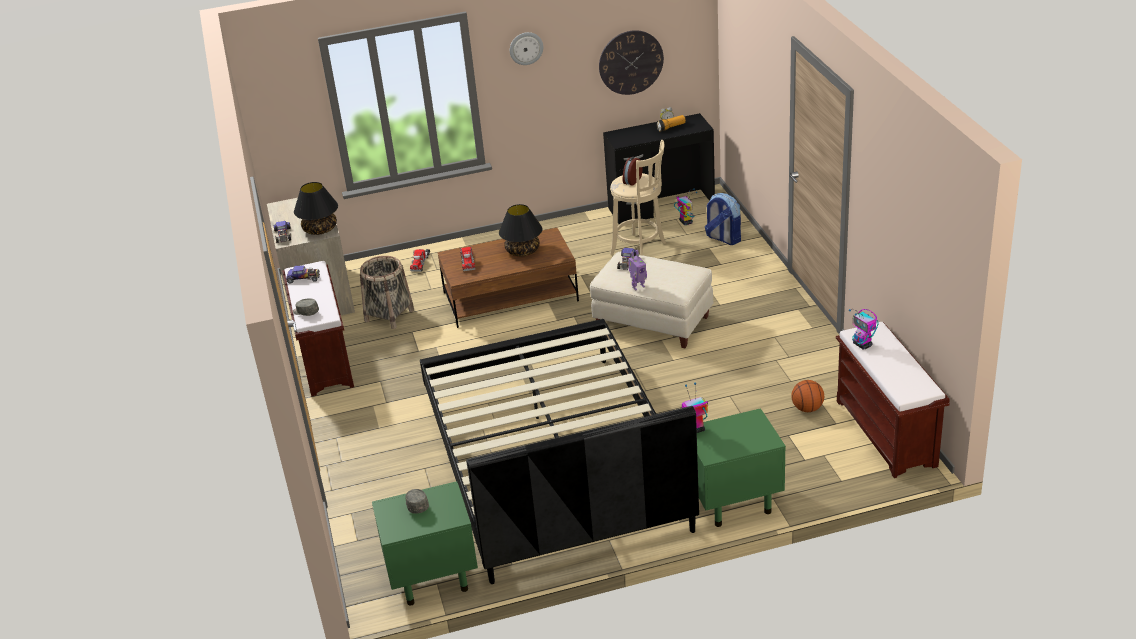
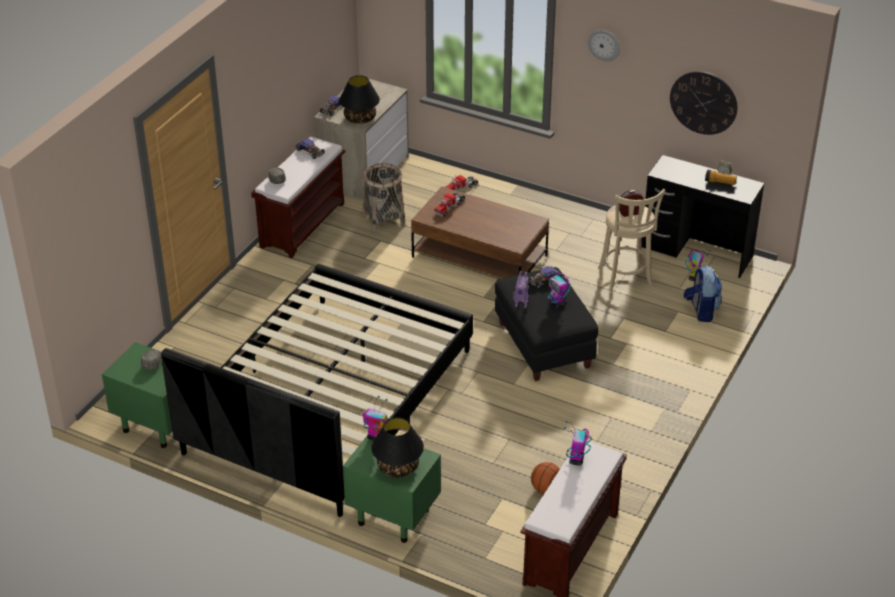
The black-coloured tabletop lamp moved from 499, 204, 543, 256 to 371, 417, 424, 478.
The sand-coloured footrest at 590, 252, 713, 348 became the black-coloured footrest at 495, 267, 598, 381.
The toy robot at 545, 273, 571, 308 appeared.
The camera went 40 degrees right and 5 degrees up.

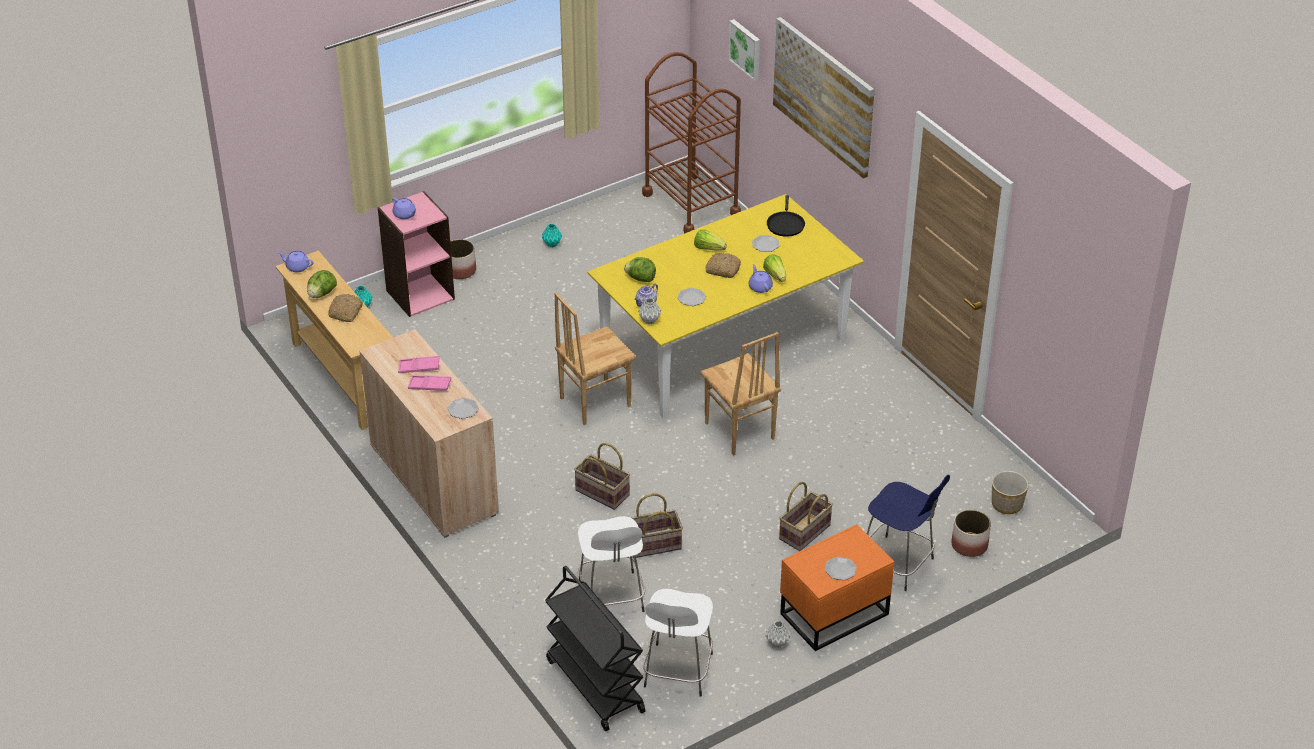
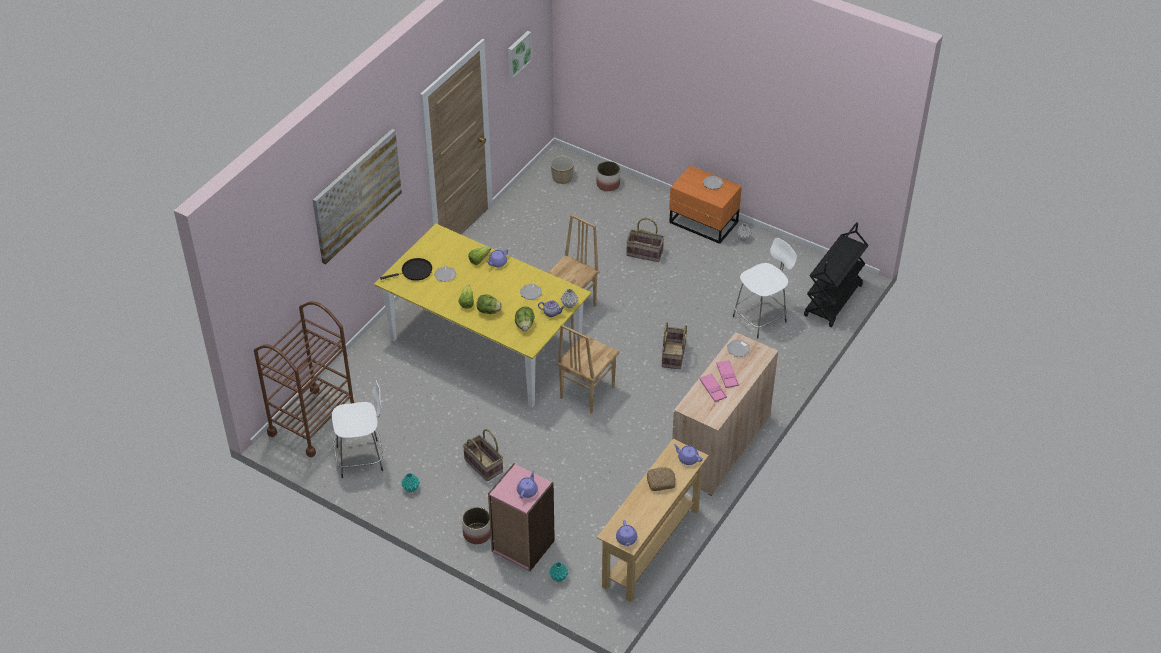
The picture moved from 728, 19, 760, 80 to 508, 31, 532, 78.
The baked bread at 705, 253, 741, 278 disappeared.
The lettuce head moved from 307, 270, 337, 298 to 477, 295, 502, 314.
The brown-coloured chair at 554, 293, 636, 425 turned 90 degrees clockwise.
The bluish sitting stool at 867, 475, 950, 591 disappeared.
The storage basket moved from 630, 493, 683, 558 to 463, 429, 503, 481.
The white sitting stool moved from 643, 589, 713, 697 to 332, 380, 383, 478.
The purple tea pot at 673, 444, 703, 465 appeared.
The camera went 115 degrees left and 5 degrees up.

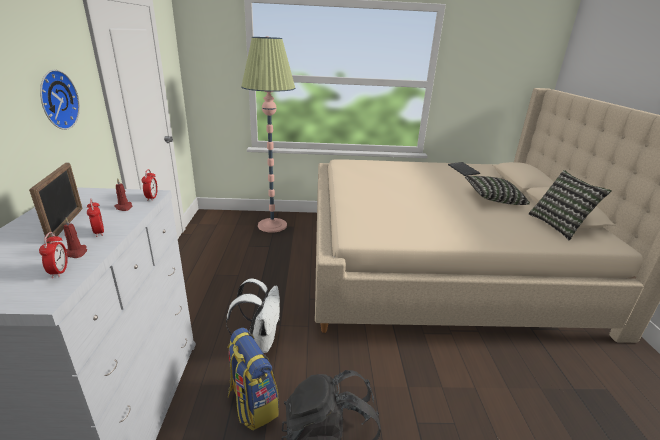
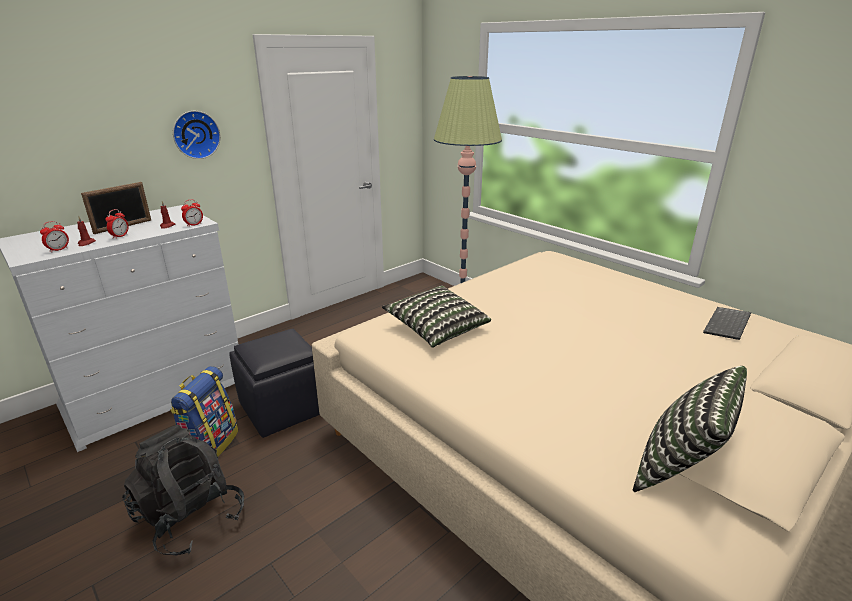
The throw pillow moved from 465, 176, 530, 205 to 382, 285, 491, 348.
The white knapsack at 226, 279, 280, 353 was replaced by the black-coloured footrest at 229, 329, 320, 438.
The camera went 50 degrees right and 0 degrees up.

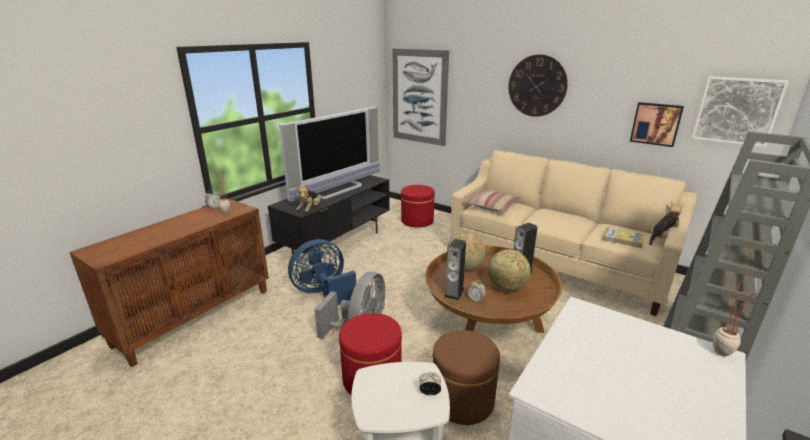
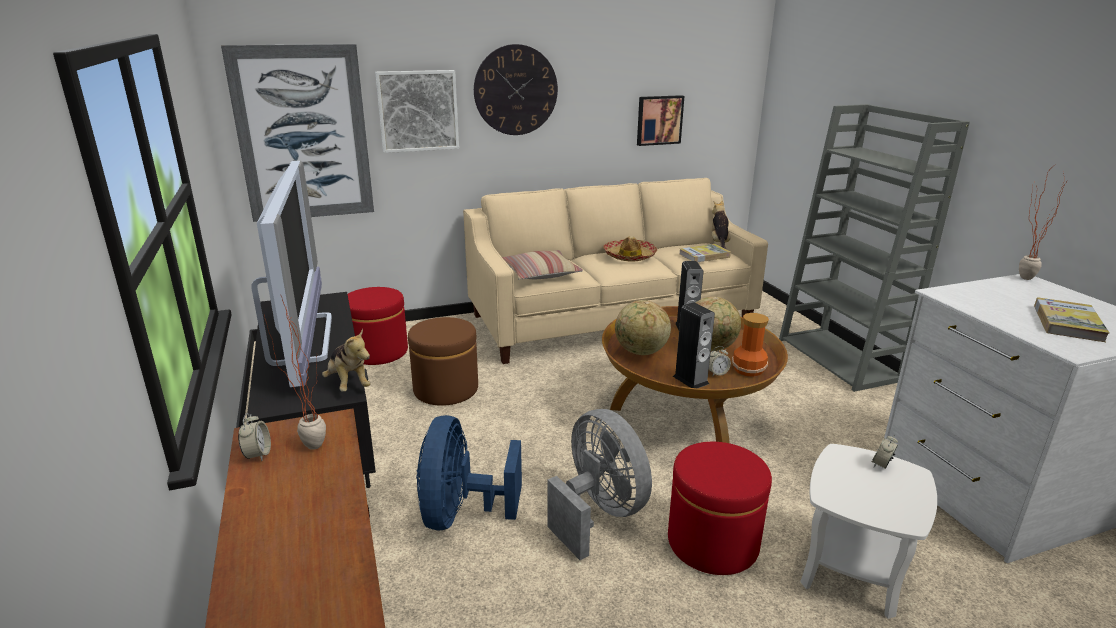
The picture moved from 692, 76, 789, 148 to 375, 70, 459, 153.
The brown-coloured footrest moved from 433, 330, 500, 425 to 408, 317, 478, 406.
The wearable hat at 603, 236, 657, 262 appeared.
The bound book at 1034, 297, 1109, 342 appeared.
The vase at 732, 313, 769, 377 appeared.
The camera went 55 degrees left and 0 degrees up.

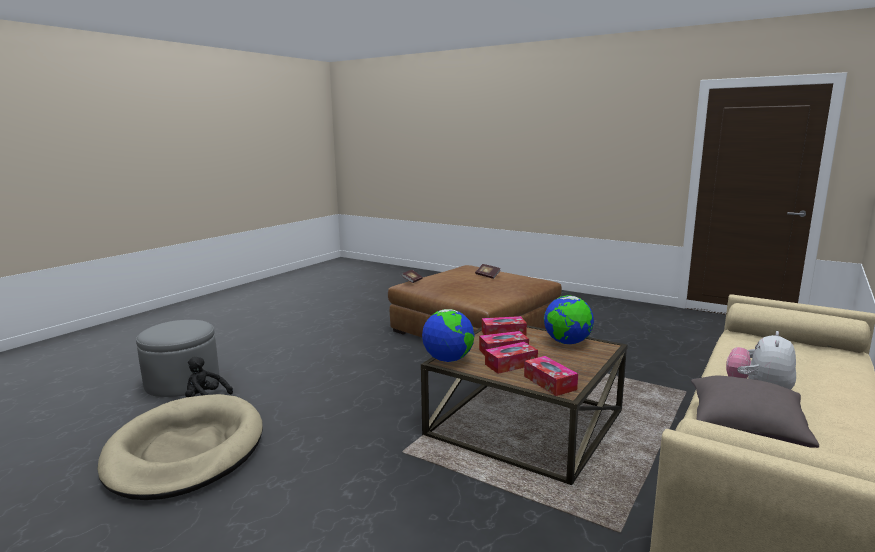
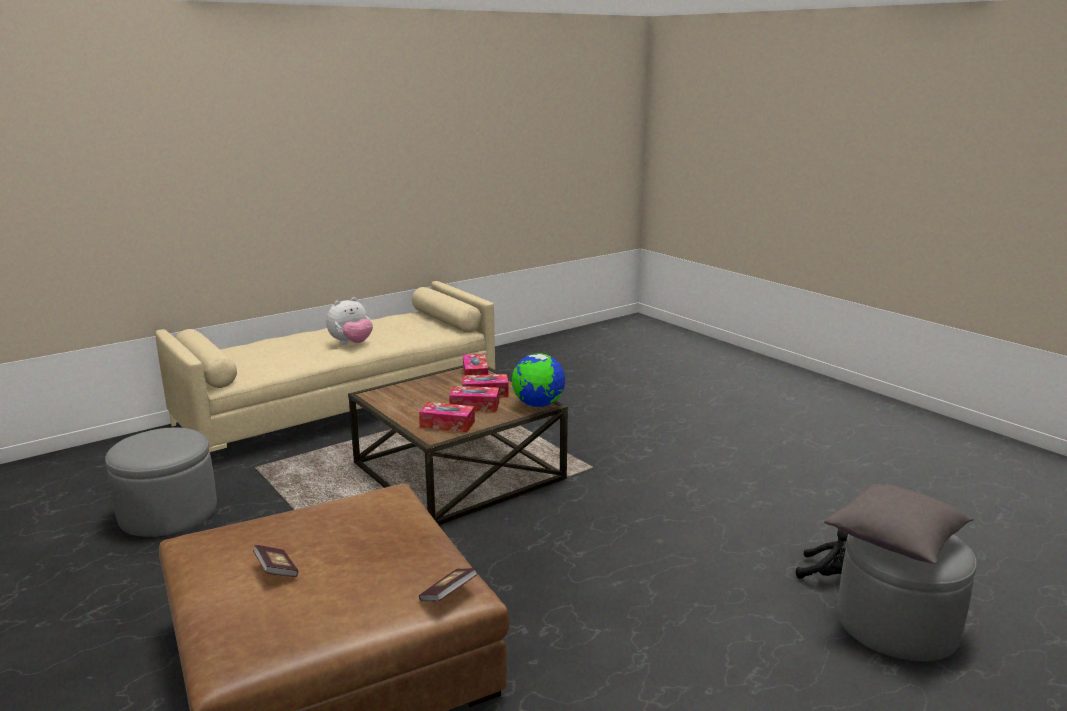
The globe at 544, 295, 594, 344 disappeared.
The gray throw pillow moved from 691, 375, 819, 448 to 824, 484, 974, 564.
The sand-coloured pet bed at 97, 394, 263, 500 disappeared.
The gray footrest at 105, 428, 217, 537 appeared.
The camera went 160 degrees left and 5 degrees up.

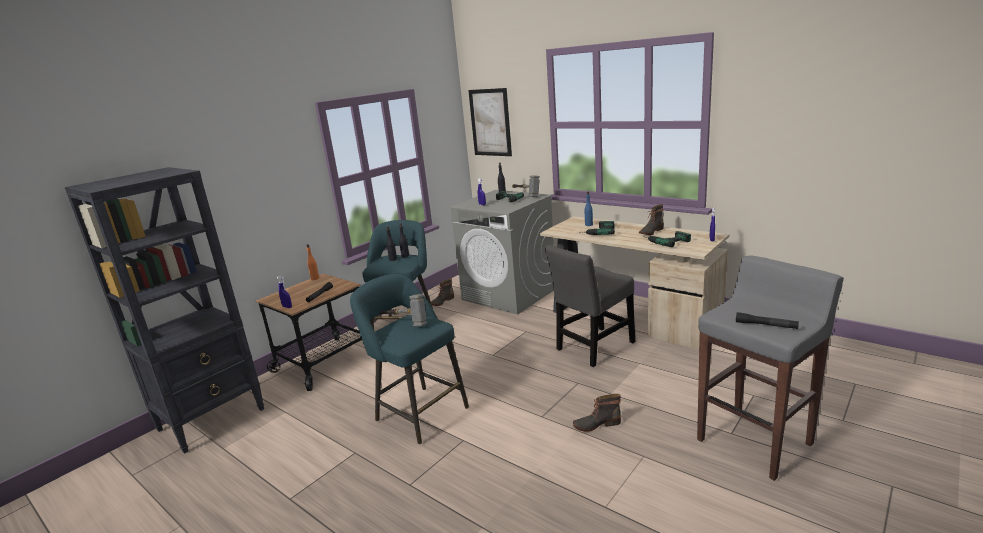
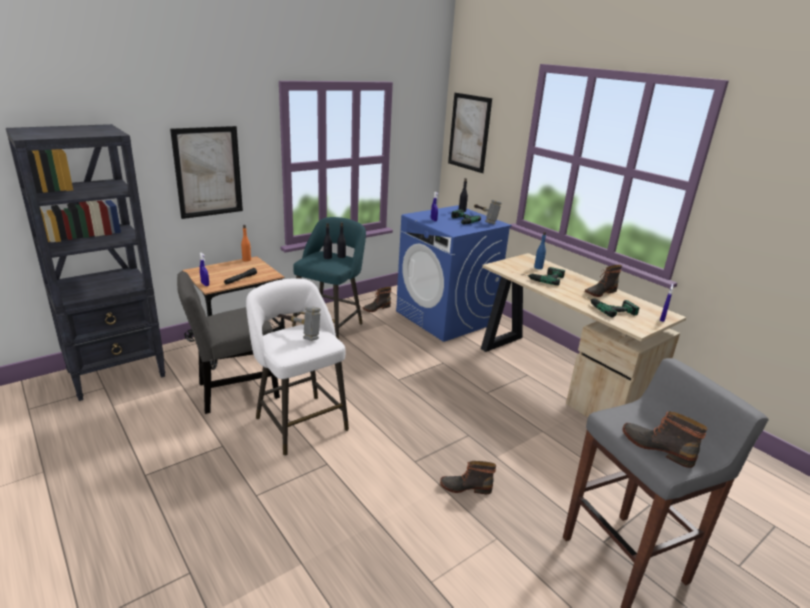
The gray washing machine at 450, 190, 554, 314 became the bluish washing machine at 396, 205, 512, 342.
The gray chair moved from 545, 245, 635, 367 to 177, 271, 280, 414.
The turquoise sitting stool at 350, 274, 469, 444 became the white sitting stool at 246, 278, 349, 456.
The black-coloured flashlight at 736, 312, 799, 329 was replaced by the boot at 622, 411, 708, 468.
The picture at 170, 126, 243, 219 appeared.
The camera went 10 degrees right and 5 degrees up.

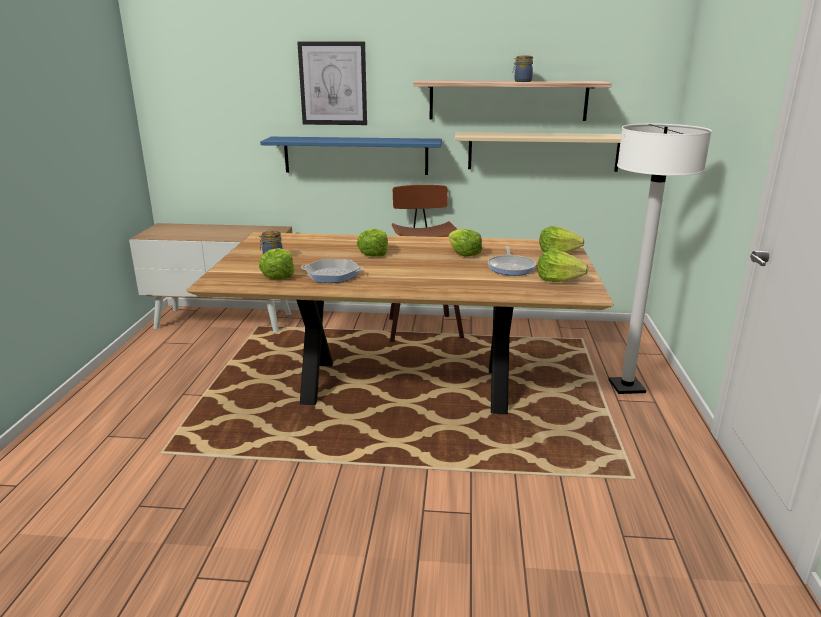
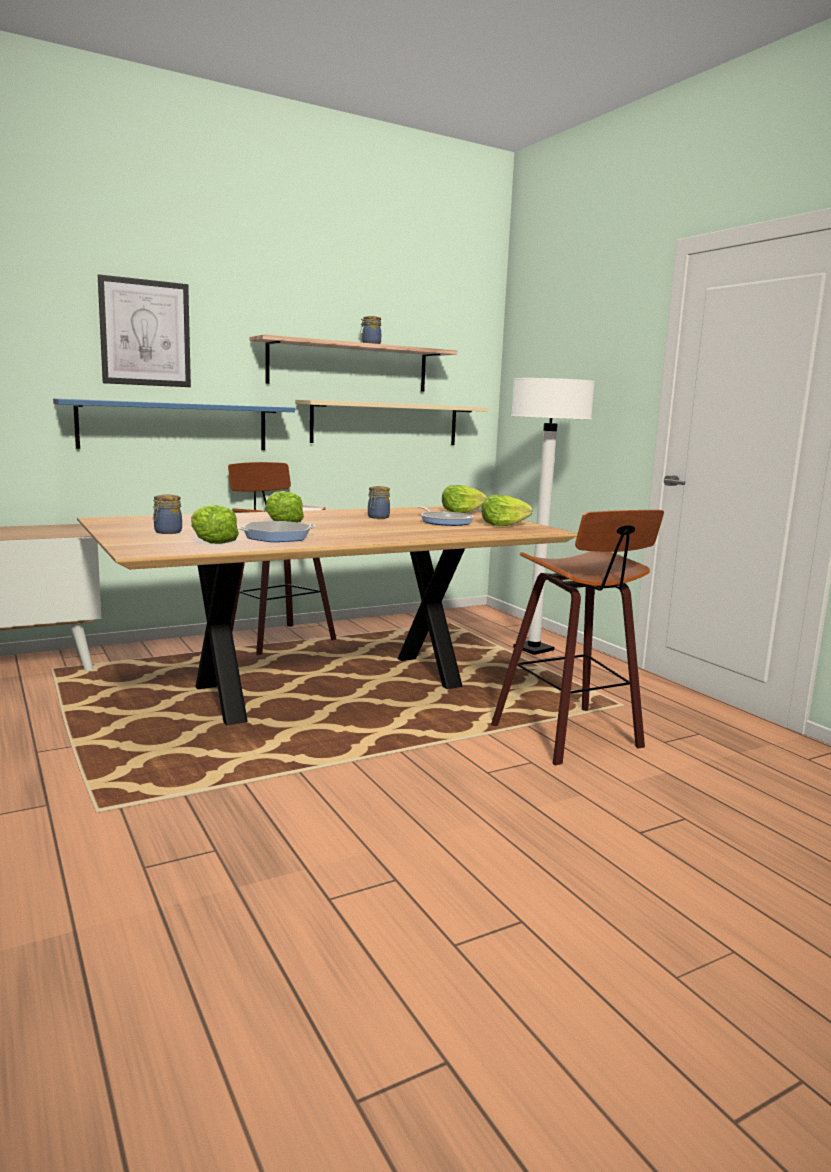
The lettuce head at 449, 229, 482, 257 was replaced by the jar at 368, 486, 390, 519.
The sitting stool at 491, 510, 664, 765 appeared.
The camera went 35 degrees left and 10 degrees down.

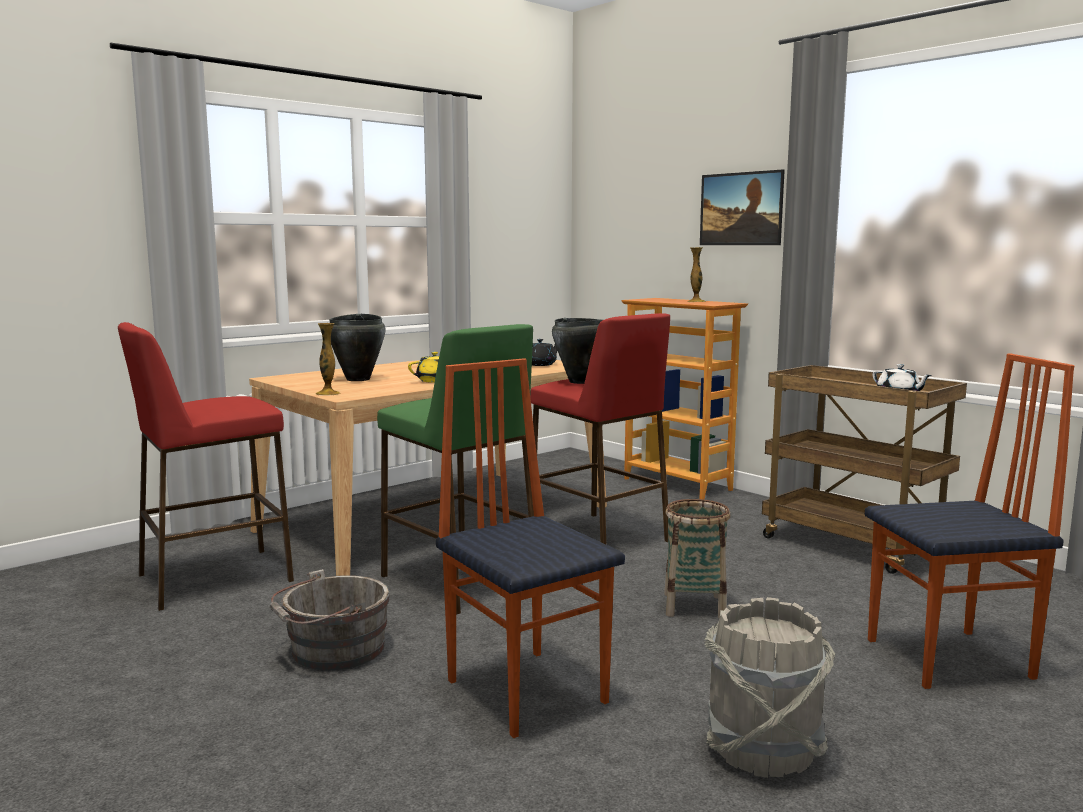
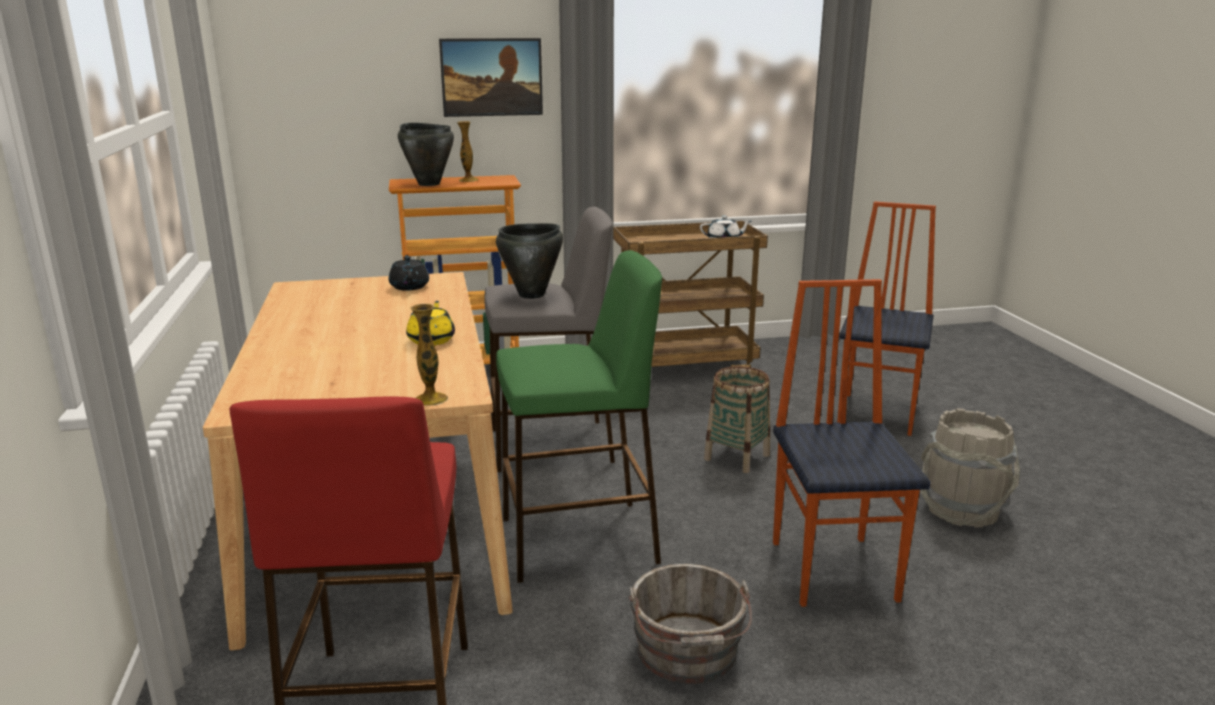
The reddish sitting stool at 530, 313, 670, 545 became the gray sitting stool at 485, 207, 615, 472.
The black-coloured cooking pot moved from 329, 314, 385, 381 to 398, 123, 454, 186.
The chair at 436, 358, 625, 738 turned 90 degrees clockwise.
The camera went 60 degrees left and 10 degrees up.

